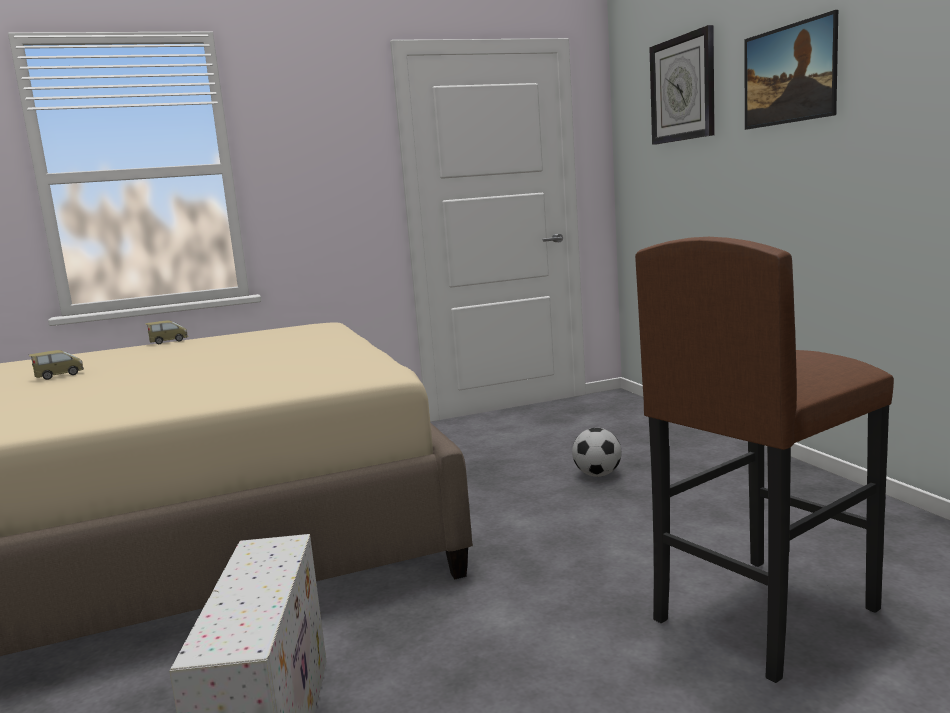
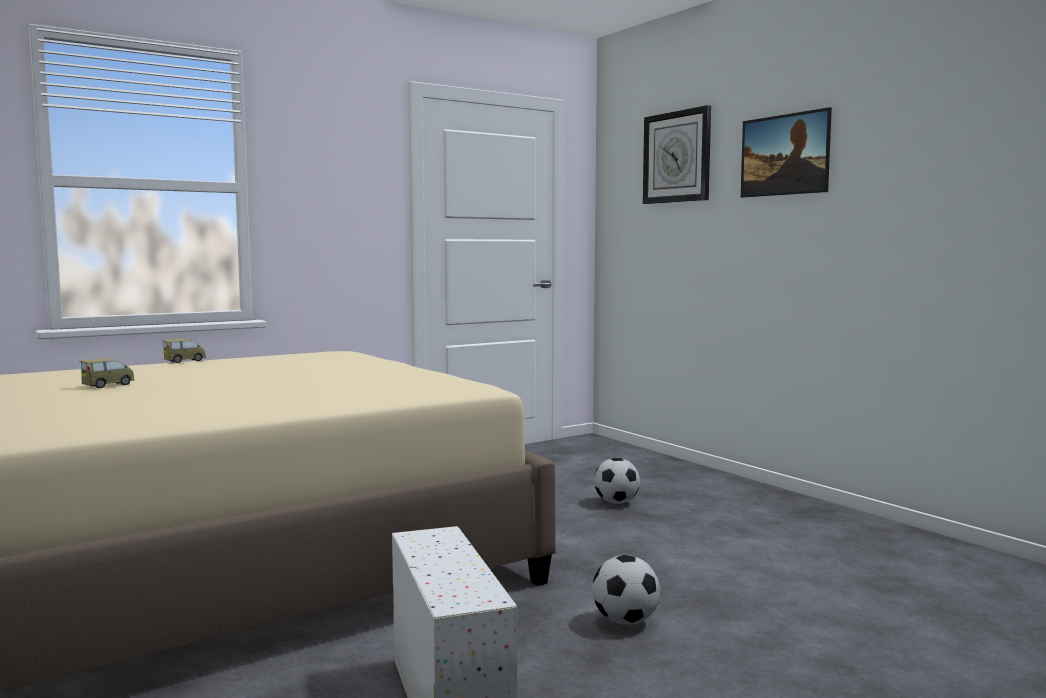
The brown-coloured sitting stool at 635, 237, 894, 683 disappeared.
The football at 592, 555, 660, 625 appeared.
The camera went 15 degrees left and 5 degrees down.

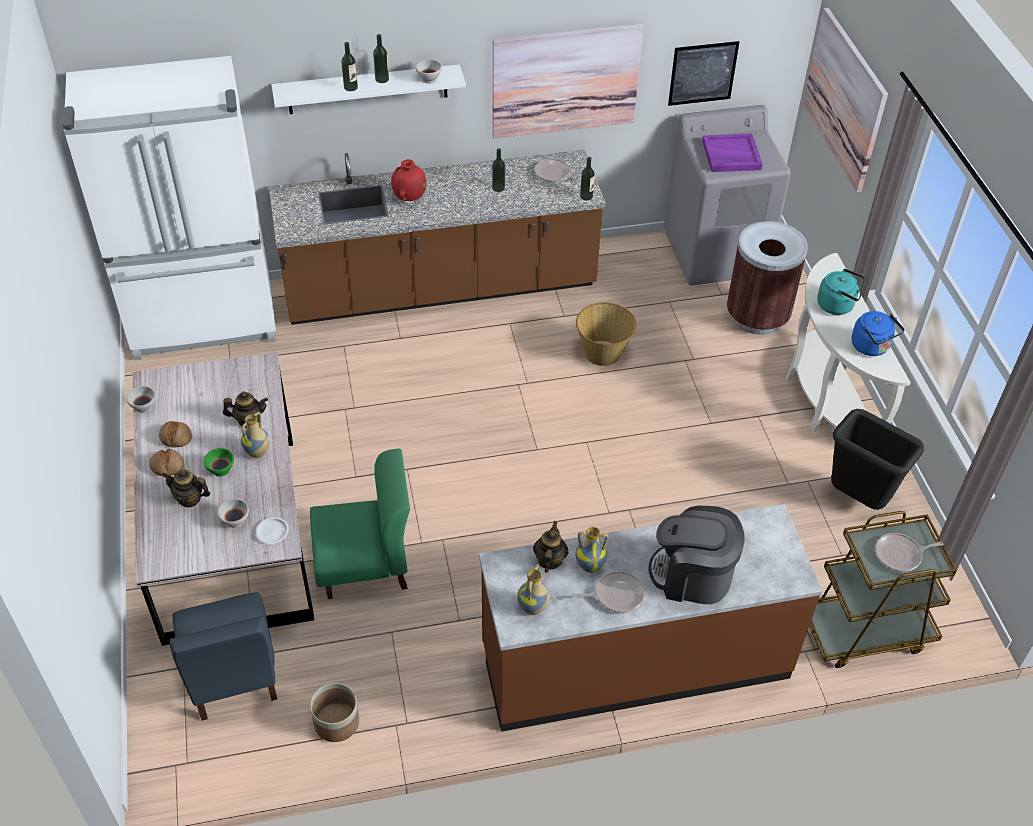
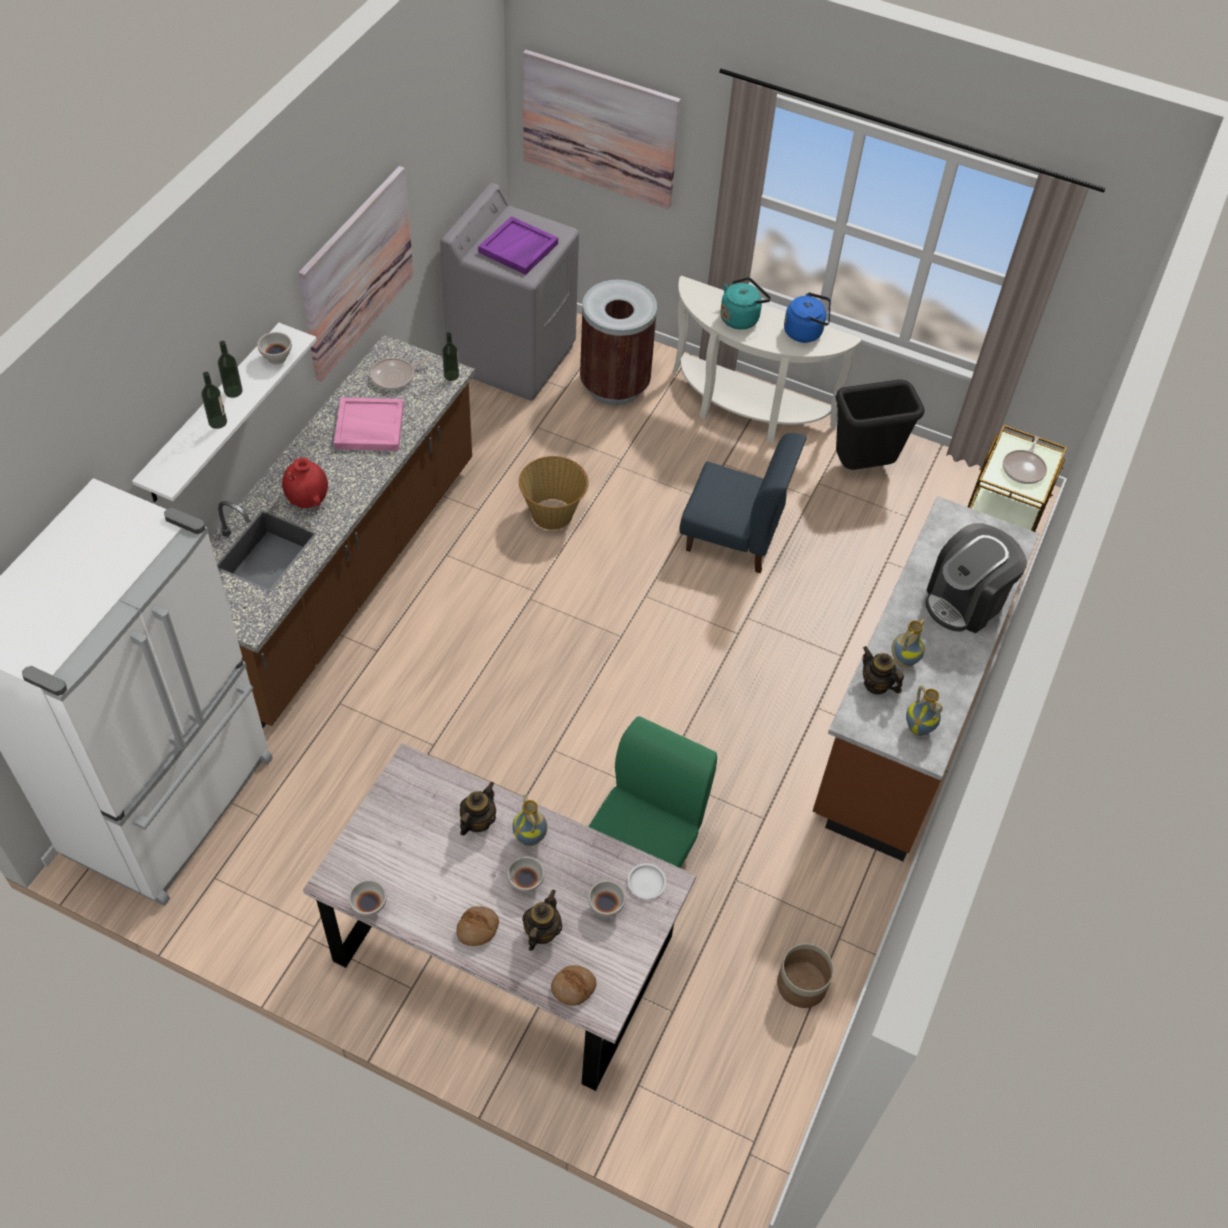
The picture at 668, 41, 739, 106 disappeared.
The bottle at 492, 148, 505, 192 was replaced by the pinkish serving tray at 334, 397, 404, 451.
The baked bread moved from 159, 421, 192, 447 to 551, 965, 596, 1006.
The green bowl at 204, 448, 234, 477 became the white bowl at 507, 856, 544, 892.
The tea pot at 162, 470, 211, 508 turned 150 degrees clockwise.
The pan at 572, 571, 645, 613 disappeared.
The bluish chair moved from 169, 592, 277, 721 to 679, 433, 807, 573.
The camera went 55 degrees left and 5 degrees up.

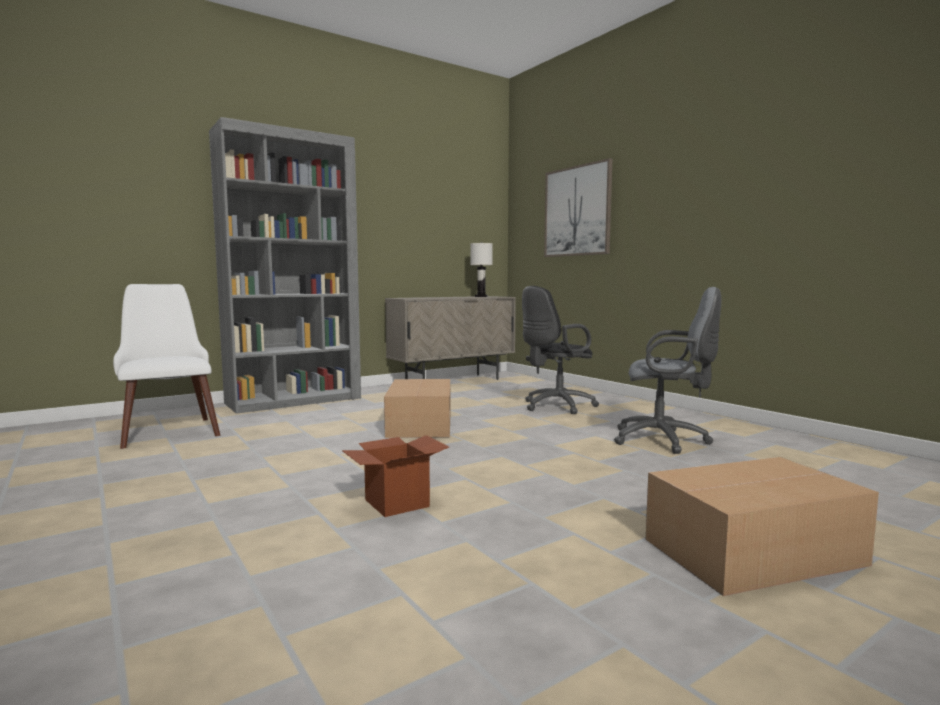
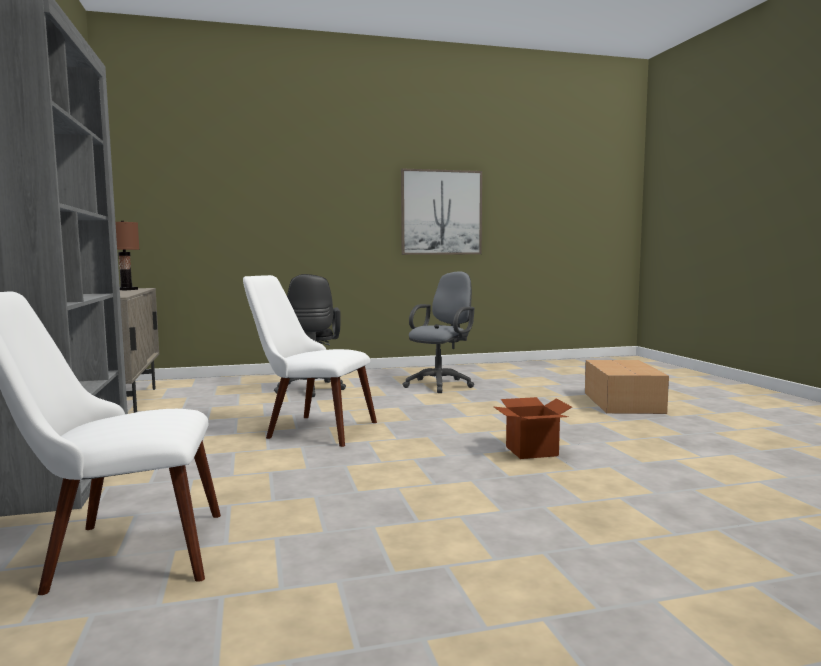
The picture moved from 544, 158, 612, 257 to 401, 168, 482, 255.
The white tabletop lamp at 470, 242, 493, 297 became the brown-coloured tabletop lamp at 115, 221, 140, 290.
The cardboard box at 384, 379, 450, 438 was replaced by the white chair at 243, 275, 377, 447.
The camera went 70 degrees left and 0 degrees up.

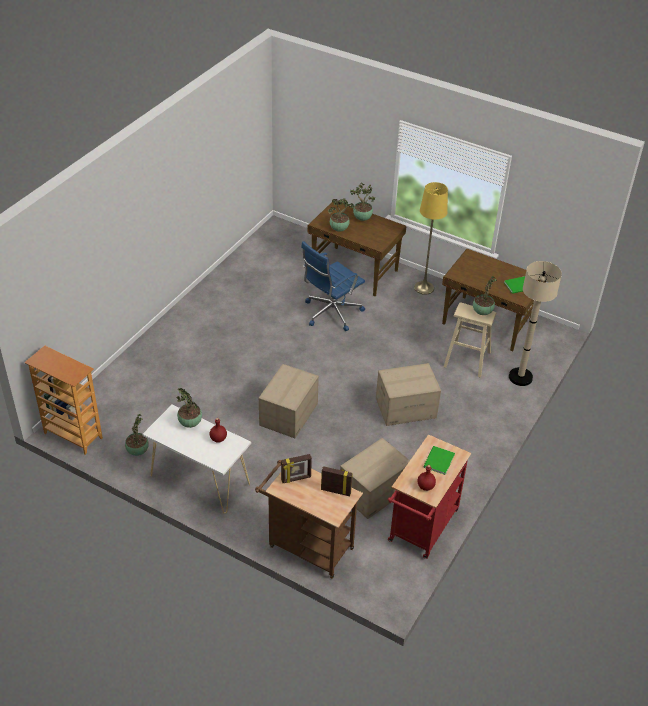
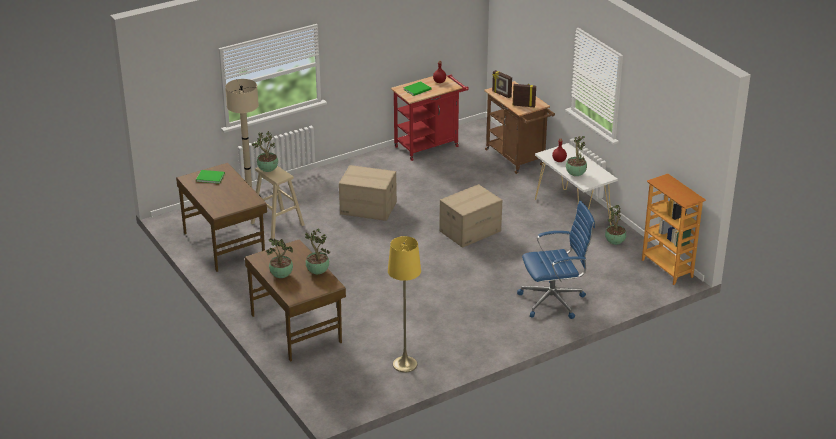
The yellow-coloured standing lamp moved from 414, 182, 448, 295 to 388, 236, 421, 373.
The bluish desk chair moved from 301, 241, 365, 331 to 517, 201, 595, 319.
The cardboard box at 340, 438, 410, 519 disappeared.
The camera went 150 degrees left and 10 degrees down.

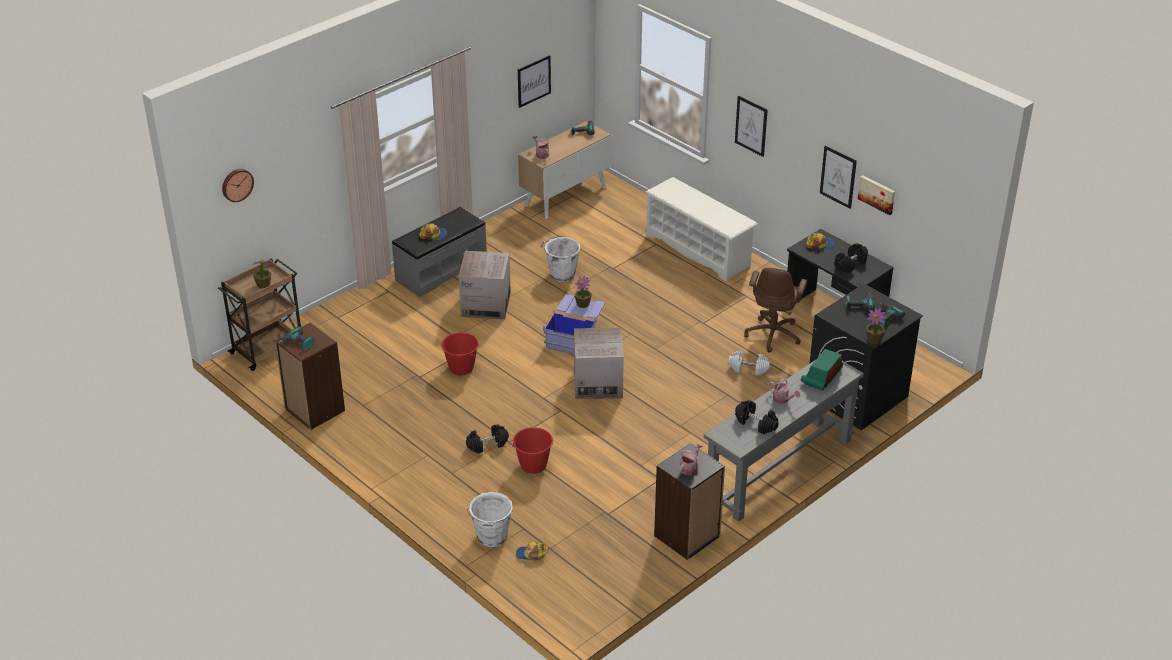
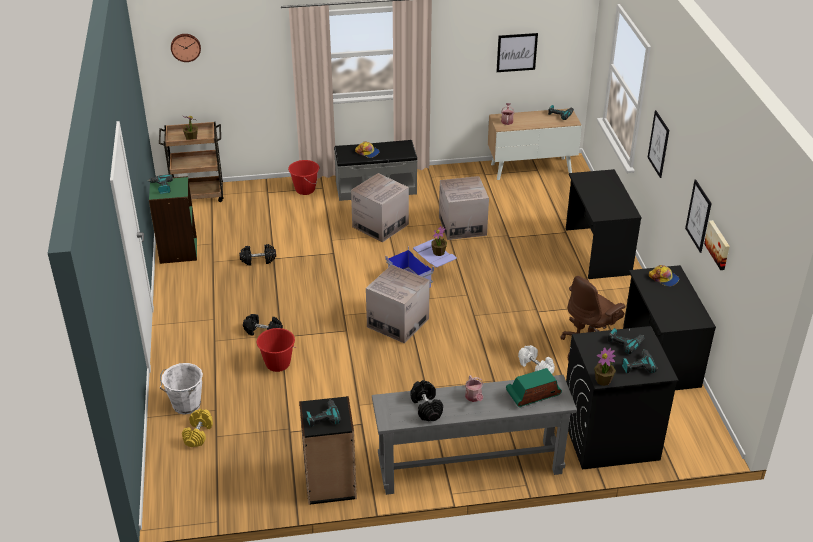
The white shoe shelf at 646, 177, 758, 282 was replaced by the black-coloured desk table at 566, 169, 642, 279.
The white pail at 540, 236, 580, 282 was replaced by the cardboard box at 439, 176, 489, 240.
The black-coloured dumbbell moved from 834, 243, 868, 273 to 239, 244, 276, 266.
The brown-coloured bookcase at 275, 323, 345, 430 became the green bookcase at 149, 176, 197, 264.
The reddish pail moved from 441, 332, 479, 375 to 288, 160, 319, 195.
The sprinkling can at 680, 444, 703, 475 was replaced by the electric drill at 306, 399, 341, 427.
The cap at 516, 541, 549, 560 was replaced by the yellow-coloured dumbbell at 182, 409, 213, 447.
The camera went 35 degrees right and 0 degrees up.

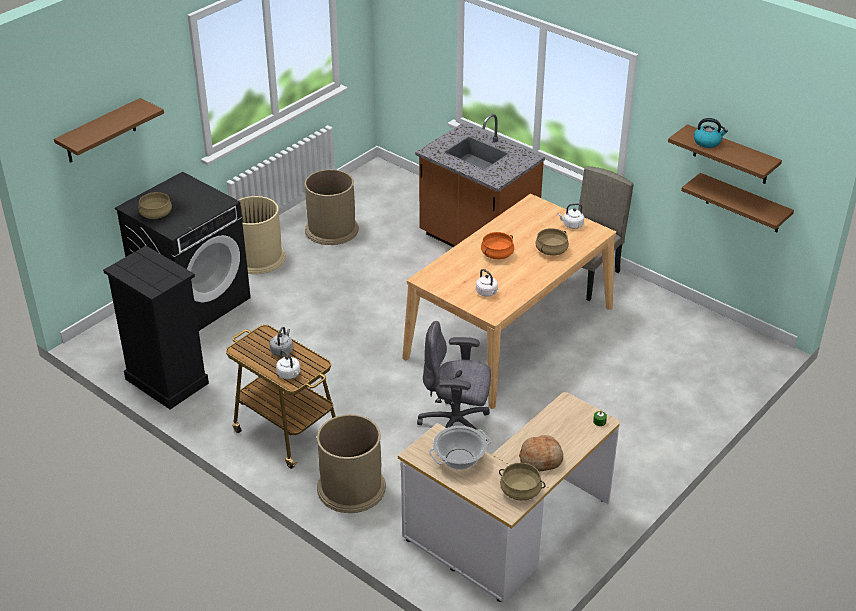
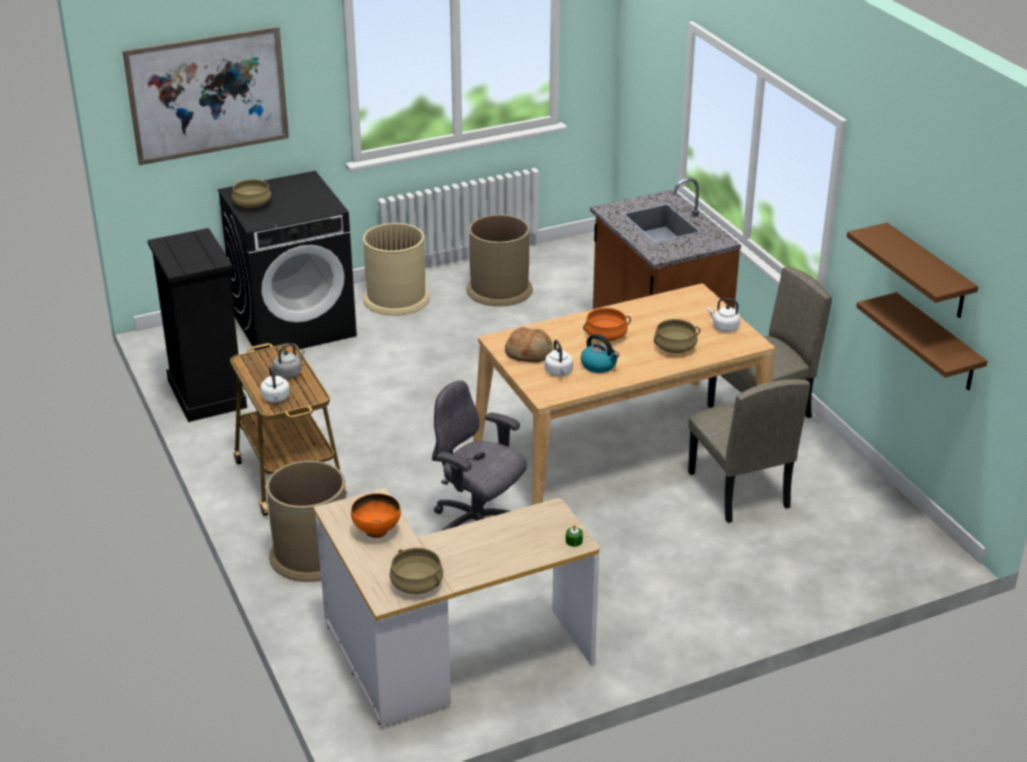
The brown-coloured shelf at 54, 98, 164, 163 was replaced by the picture at 122, 26, 289, 165.
The tea kettle moved from 694, 118, 728, 148 to 581, 334, 619, 373.
The cooking pot at 429, 426, 491, 470 was replaced by the orange-coloured bowl at 351, 493, 401, 538.
The baked bread moved from 519, 435, 563, 472 to 505, 327, 553, 362.
The sand-coloured chair at 688, 379, 810, 523 appeared.
The camera went 25 degrees right and 5 degrees down.

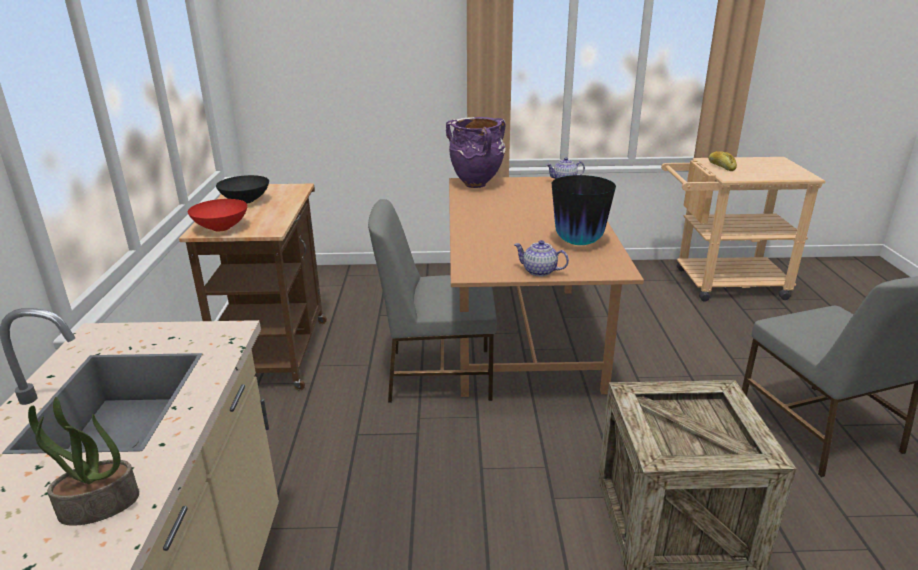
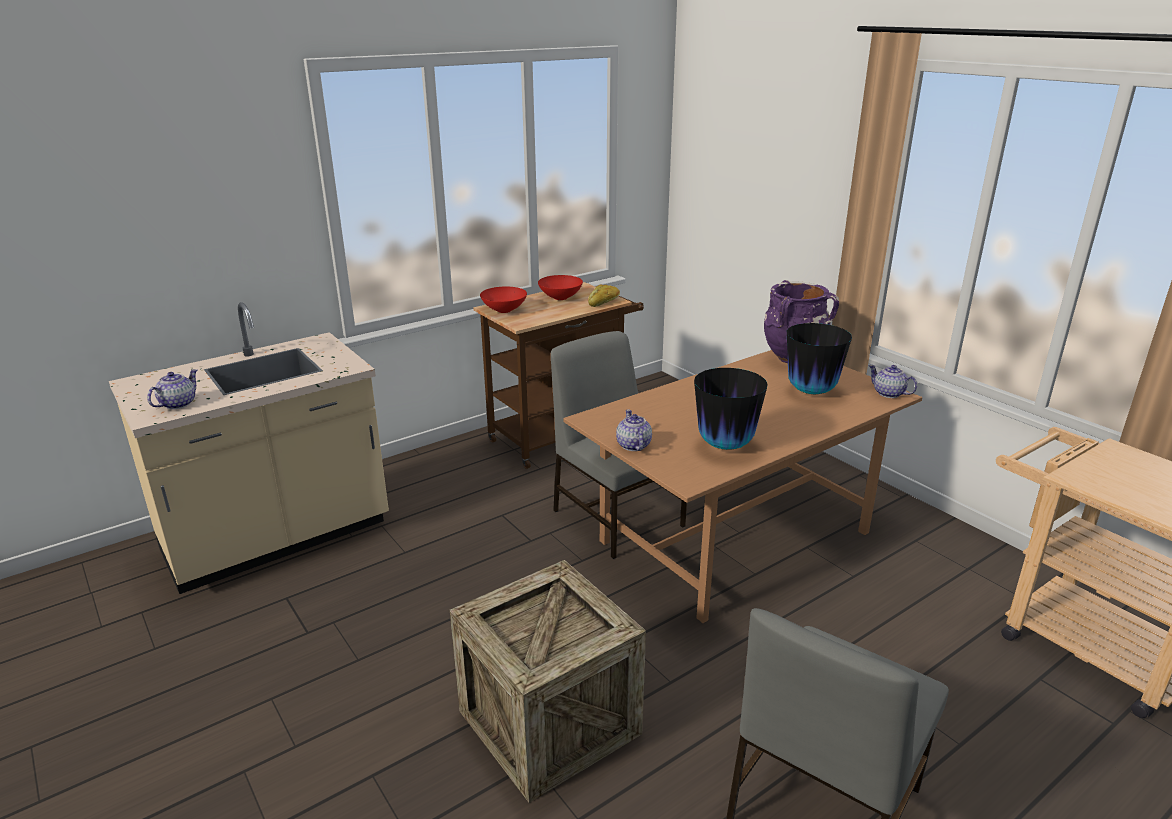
The baked bread moved from 708, 151, 737, 171 to 588, 285, 620, 307.
The black-coloured bowl at 216, 175, 269, 204 became the reddish bowl at 538, 275, 583, 300.
The houseplant at 28, 397, 139, 526 was replaced by the tea pot at 147, 369, 197, 409.
The vase at 787, 323, 852, 394 appeared.
The camera went 55 degrees right and 0 degrees up.

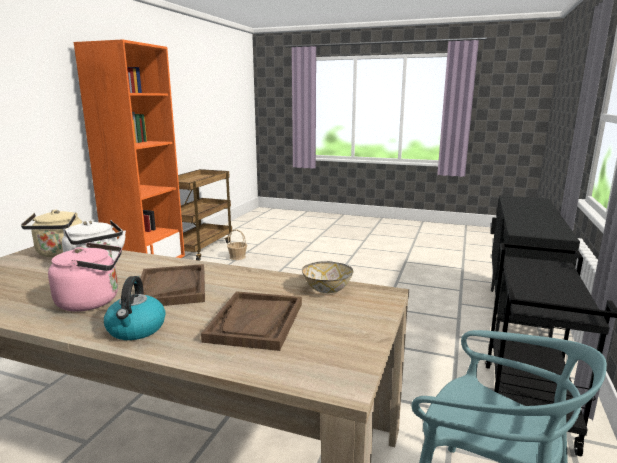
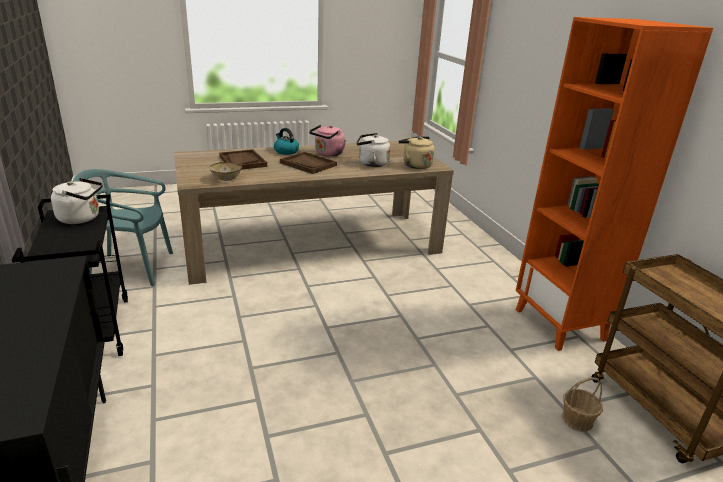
The white tea kettle at 51, 178, 103, 224 appeared.
The camera went 140 degrees right and 10 degrees up.

